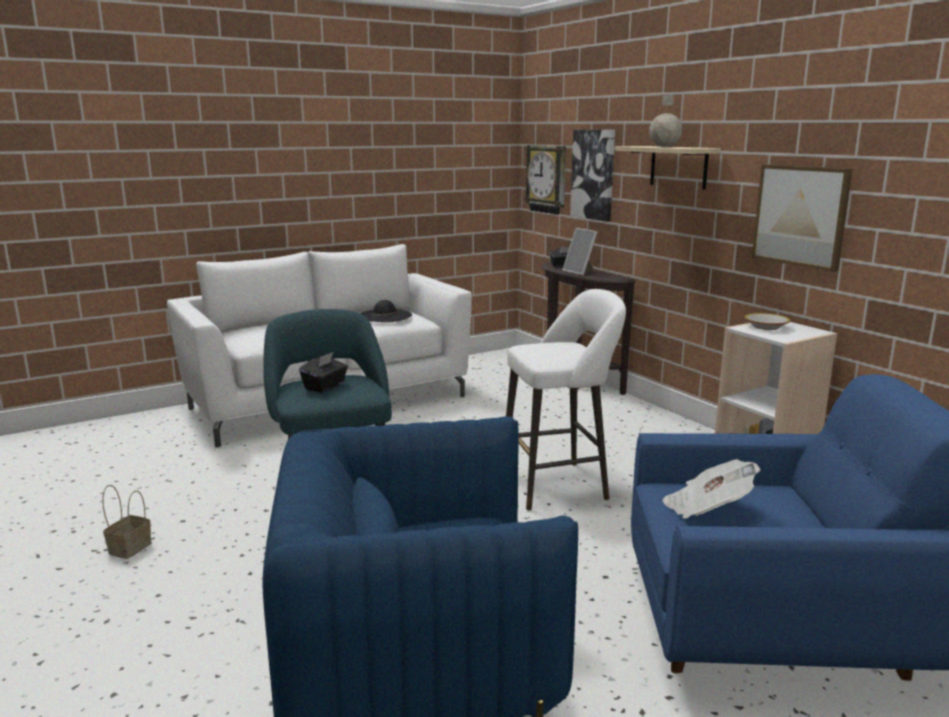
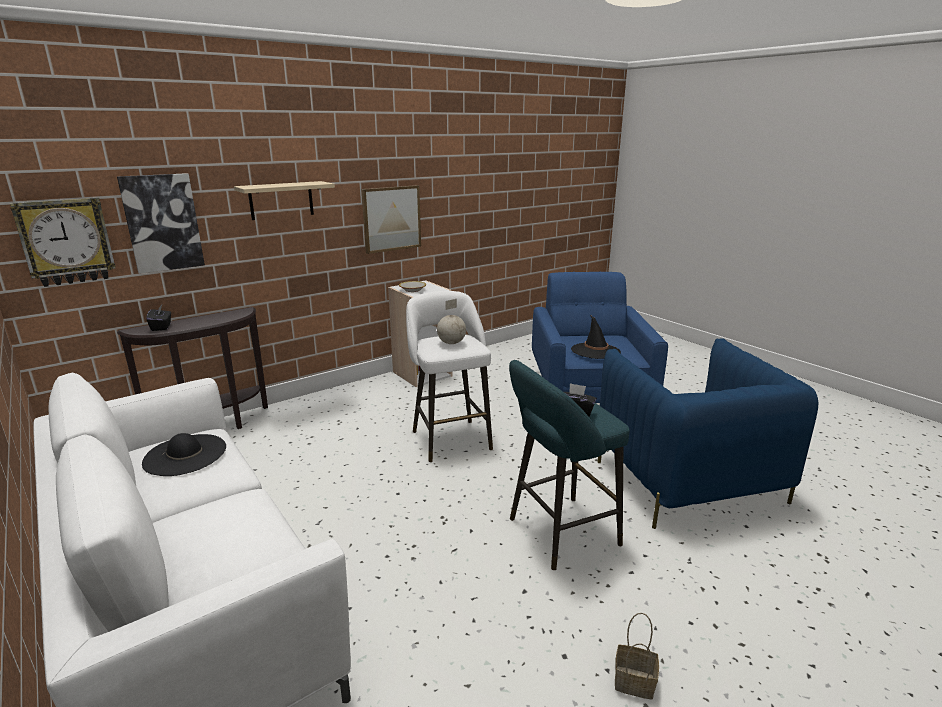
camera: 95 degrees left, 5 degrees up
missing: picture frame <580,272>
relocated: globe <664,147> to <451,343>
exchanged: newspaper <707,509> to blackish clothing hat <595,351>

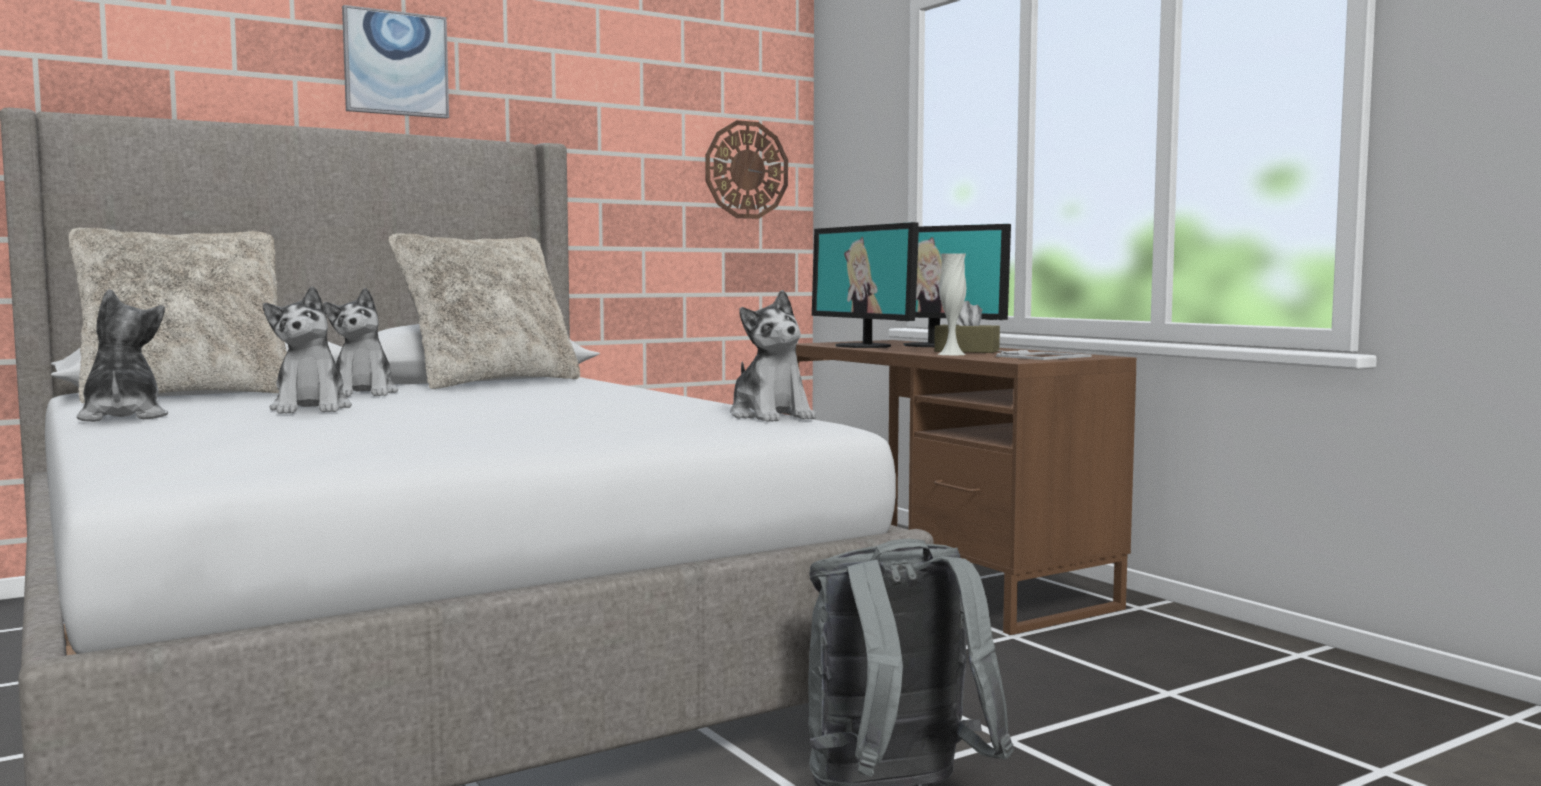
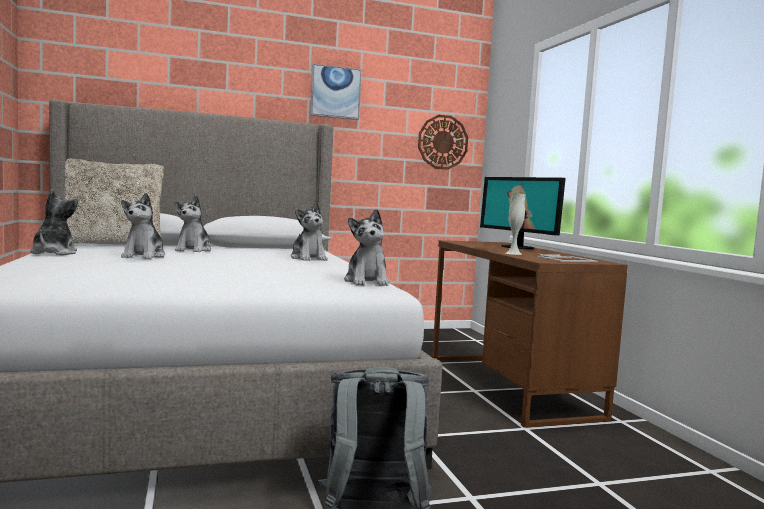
camera: 15 degrees right, 0 degrees up
missing: beige cushion <491,381>; monitor <864,346>; brown-coloured tissue holder <966,351>
appeared: cuddly toy <308,258>
relocated: wall art <396,63> to <335,92>

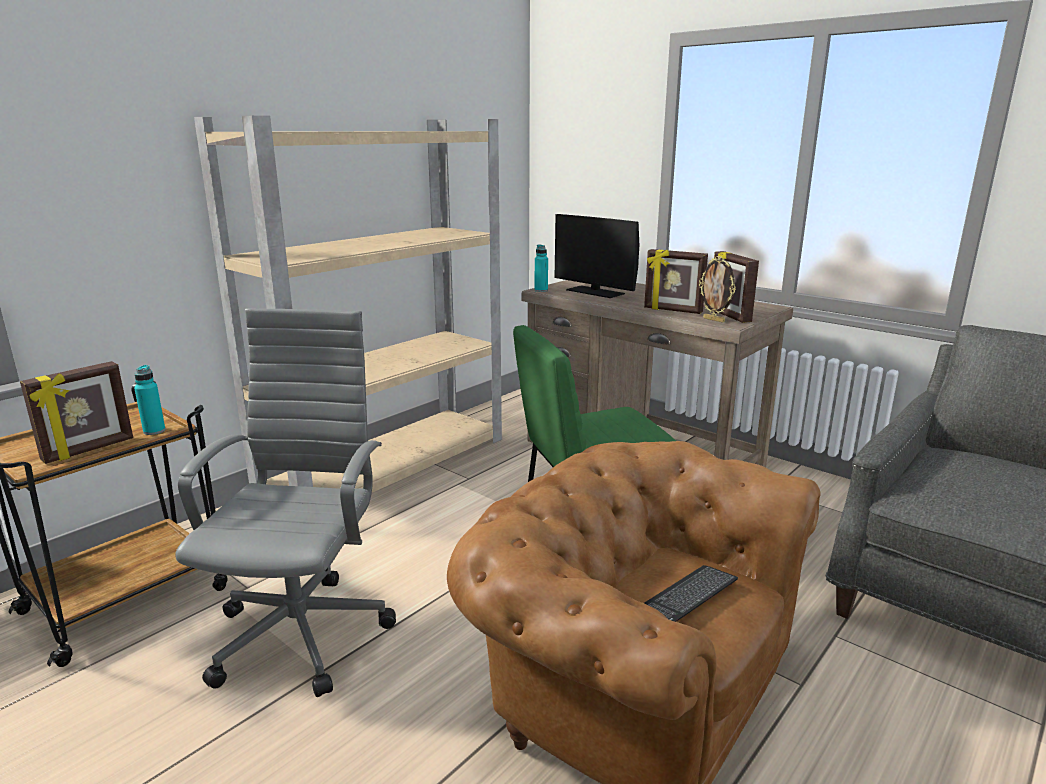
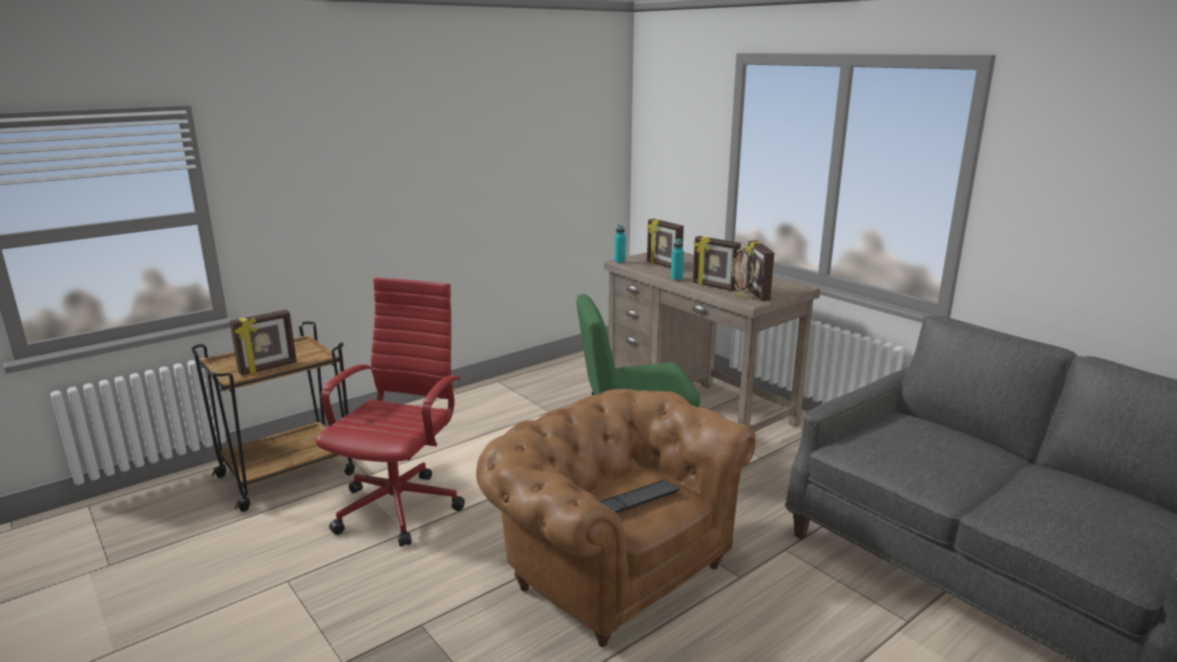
camera: 10 degrees right, 0 degrees up
missing: beige bookshelf <387,466>
relocated: turquoise-coloured drink bottle <154,431> to <676,279>
exchanged: monitor <595,292> to picture frame <663,265>
colour: grey desk chair <304,629> to reddish desk chair <401,505>

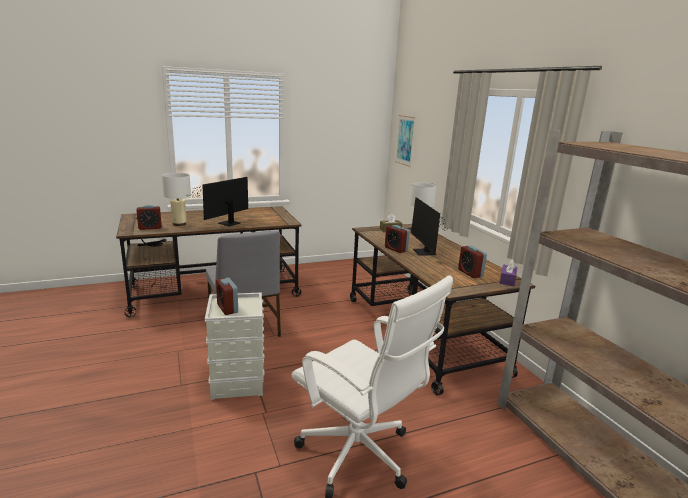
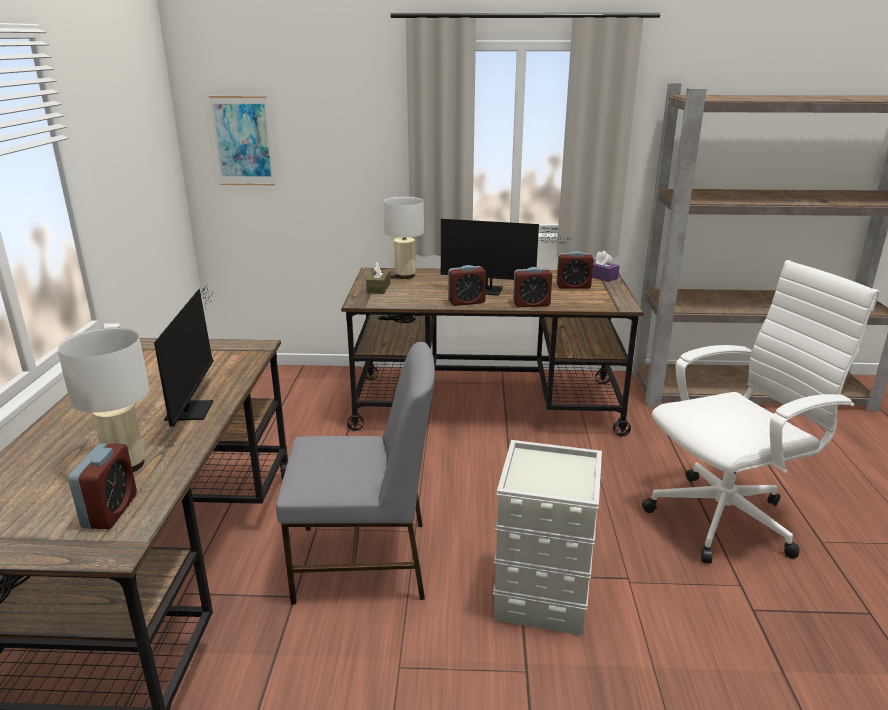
camera: 65 degrees left, 5 degrees up
relocated: alarm clock <227,308> to <531,304>
spun: monitor <226,223> = <193,407> 150 degrees counterclockwise

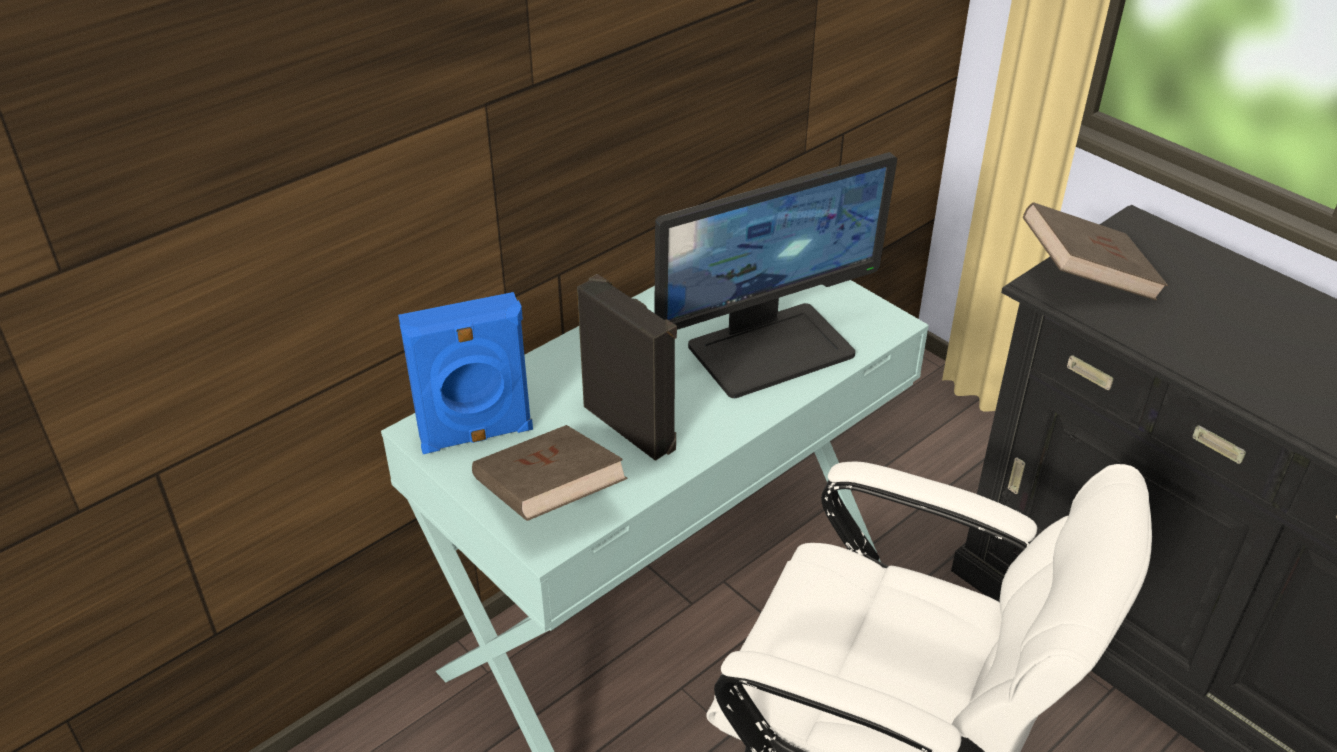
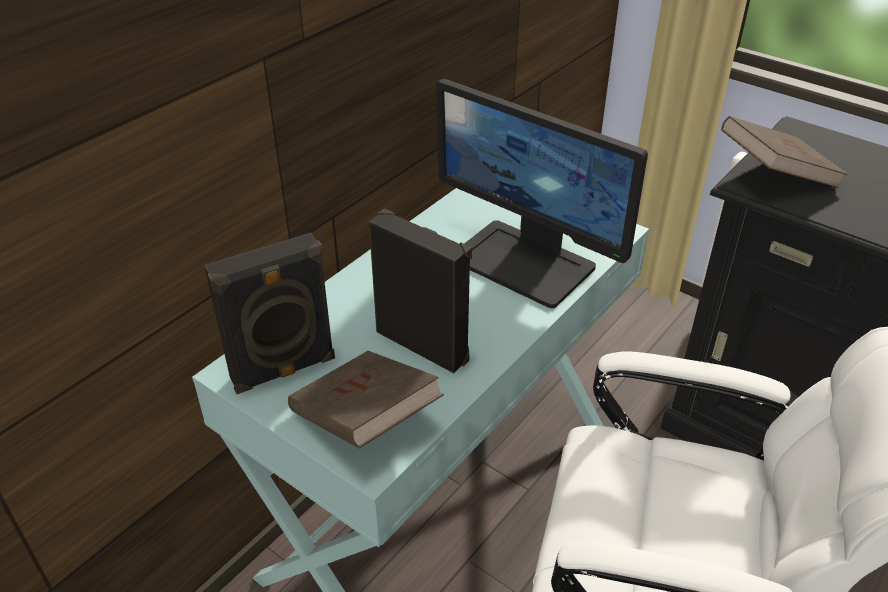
camera: 10 degrees left, 0 degrees up
colour: blue speaker <476,436> to blackish speaker <284,371>
spun: monitor <770,348> = <525,262> 75 degrees clockwise

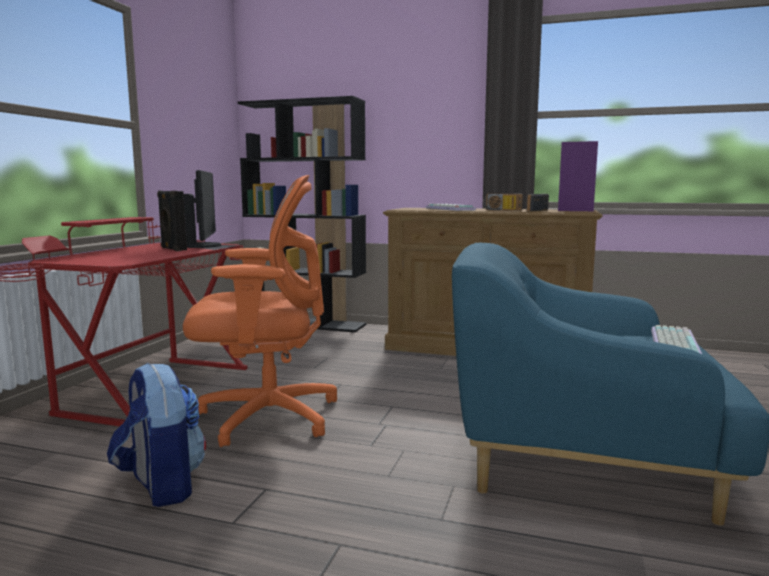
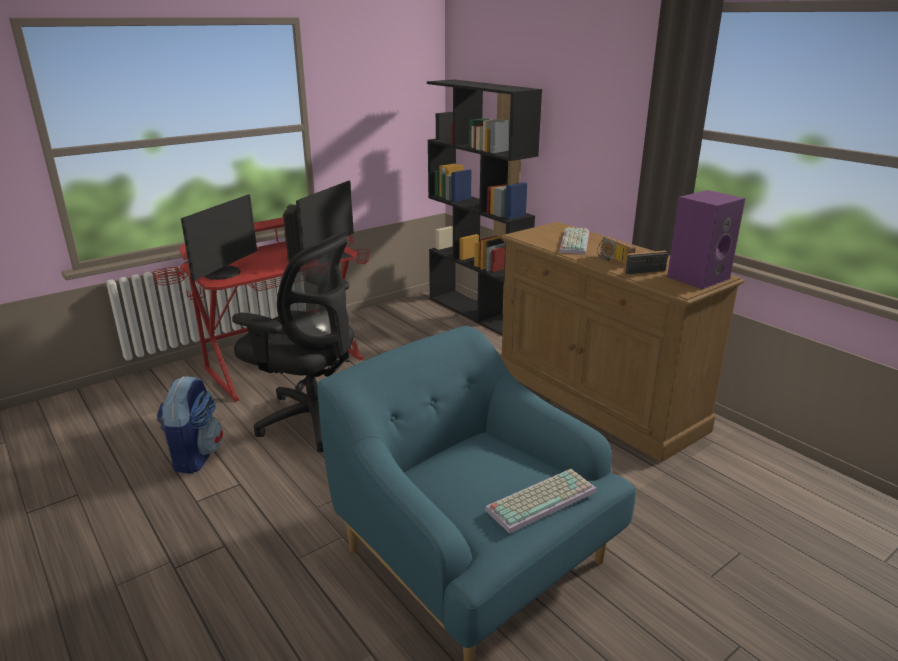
camera: 35 degrees right, 15 degrees up
appeared: monitor <224,273>
colour: orange desk chair <260,419> to blackish desk chair <308,419>

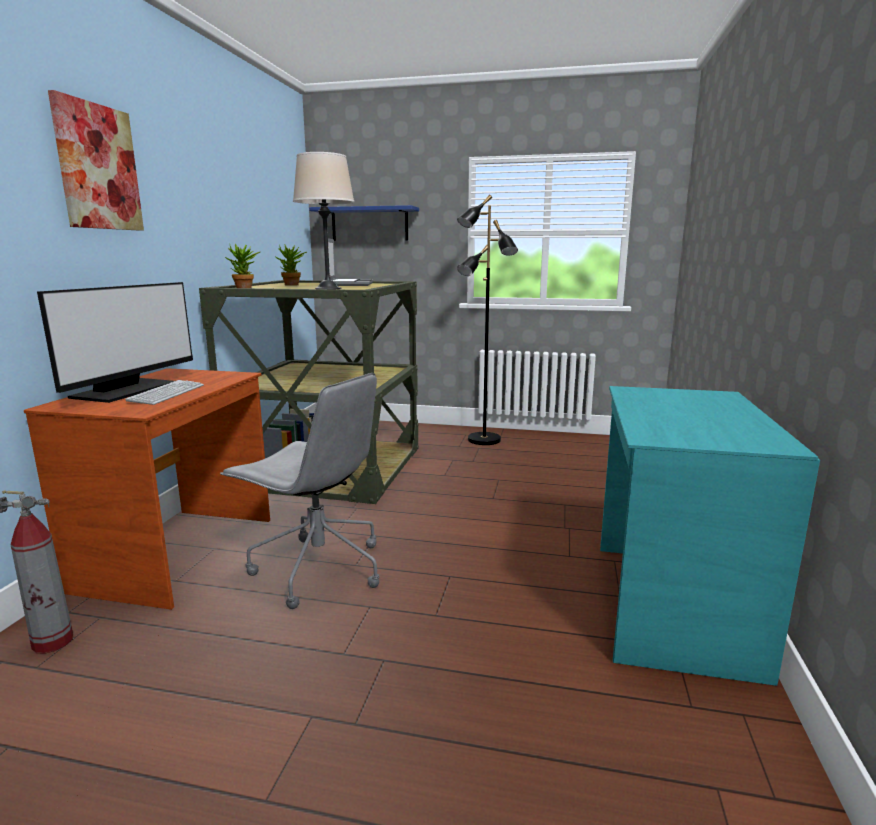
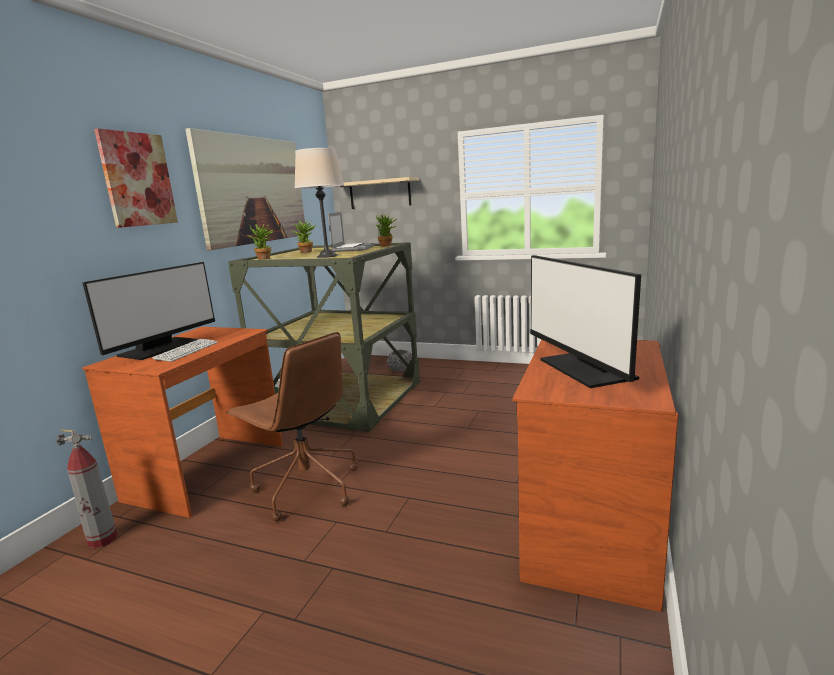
camera: 10 degrees right, 0 degrees up
missing: blackish floor lamp <483,440>
appeared: wall art <253,190>; plant in a pot <388,246>; grey flower pot <401,369>; monitor <584,369>
colour: grey desk chair <314,568> to brown-coloured desk chair <304,487>; blue wall shelf <369,224> to beige wall shelf <380,194>; turquoise-coloured desk unit <669,604> to brown-coloured desk unit <589,530>

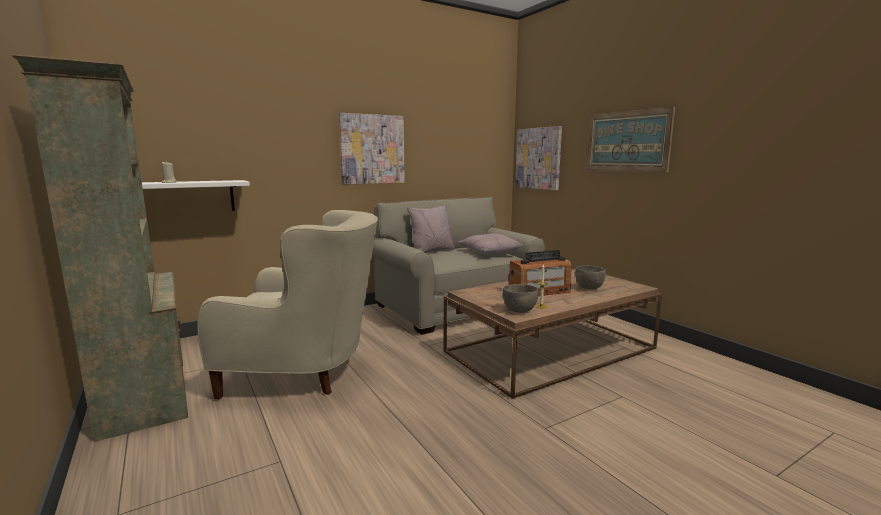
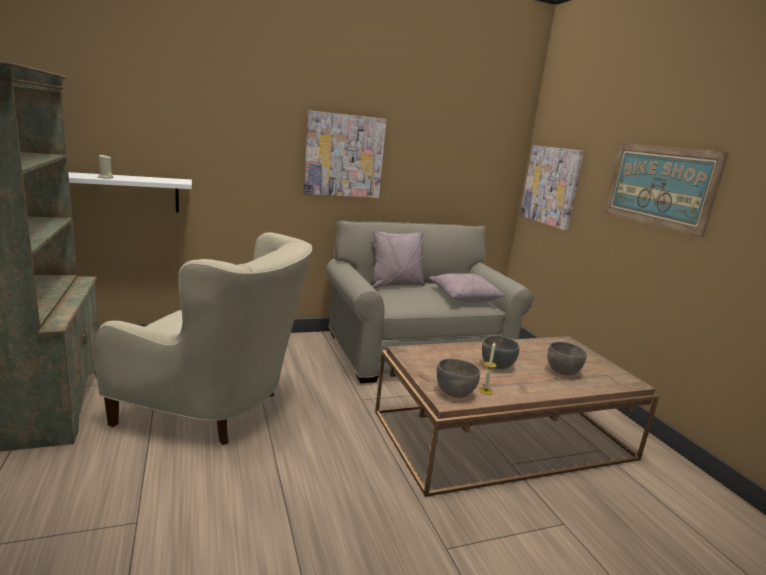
camera: 10 degrees right, 5 degrees up
exchanged: radio set <539,291> to grey serving bowl <497,366>

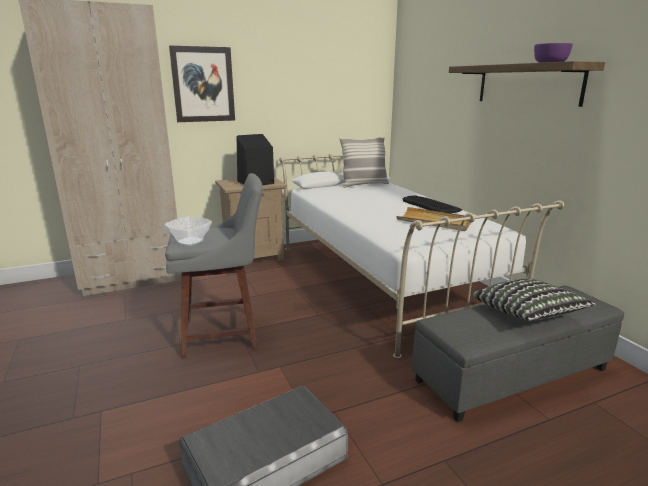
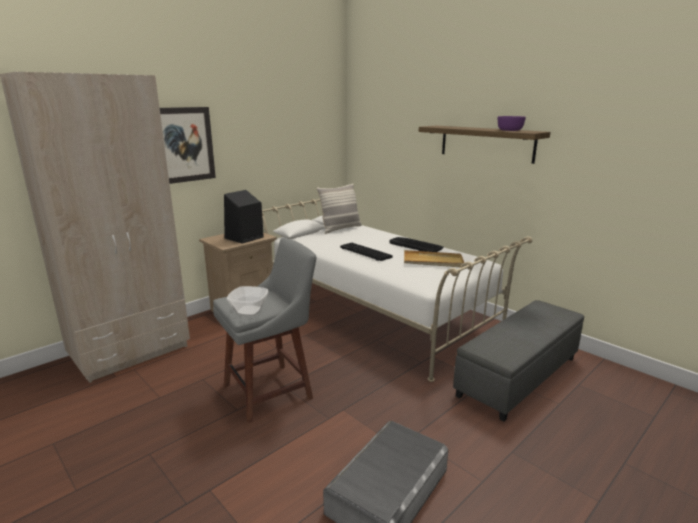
camera: 20 degrees left, 0 degrees up
missing: cushion <527,315>
appeared: computer keyboard <364,252>

